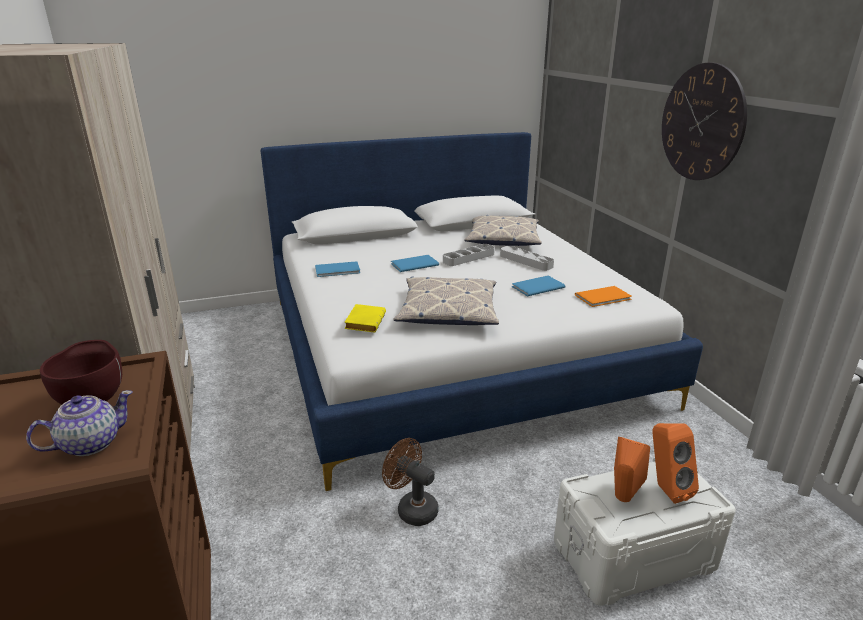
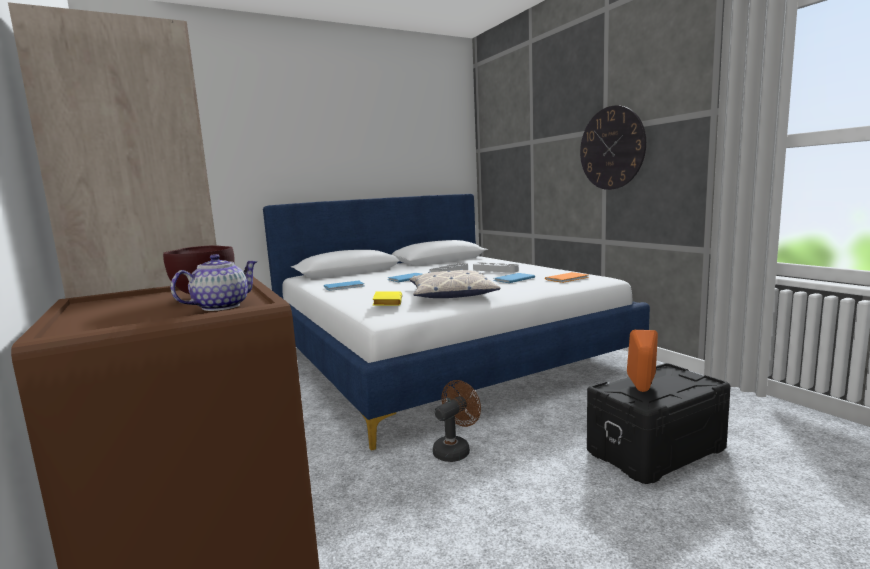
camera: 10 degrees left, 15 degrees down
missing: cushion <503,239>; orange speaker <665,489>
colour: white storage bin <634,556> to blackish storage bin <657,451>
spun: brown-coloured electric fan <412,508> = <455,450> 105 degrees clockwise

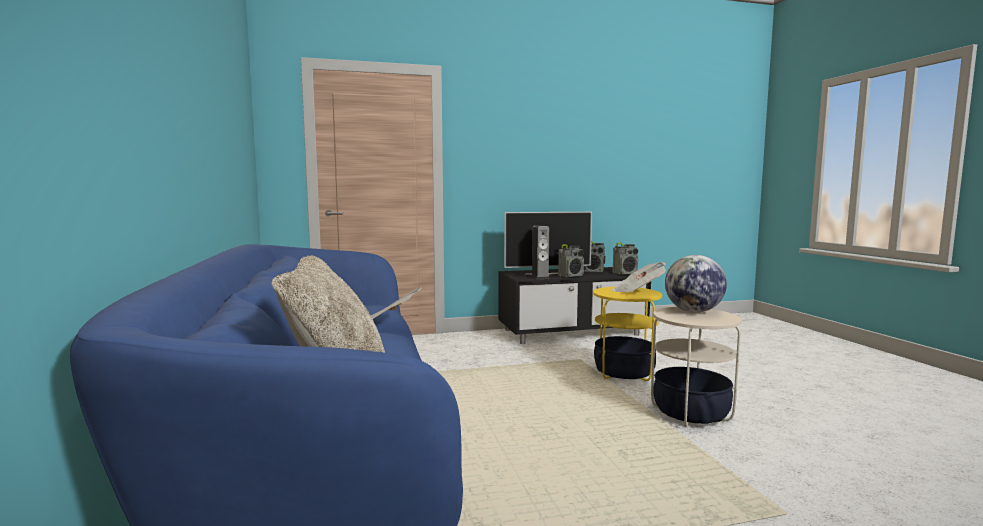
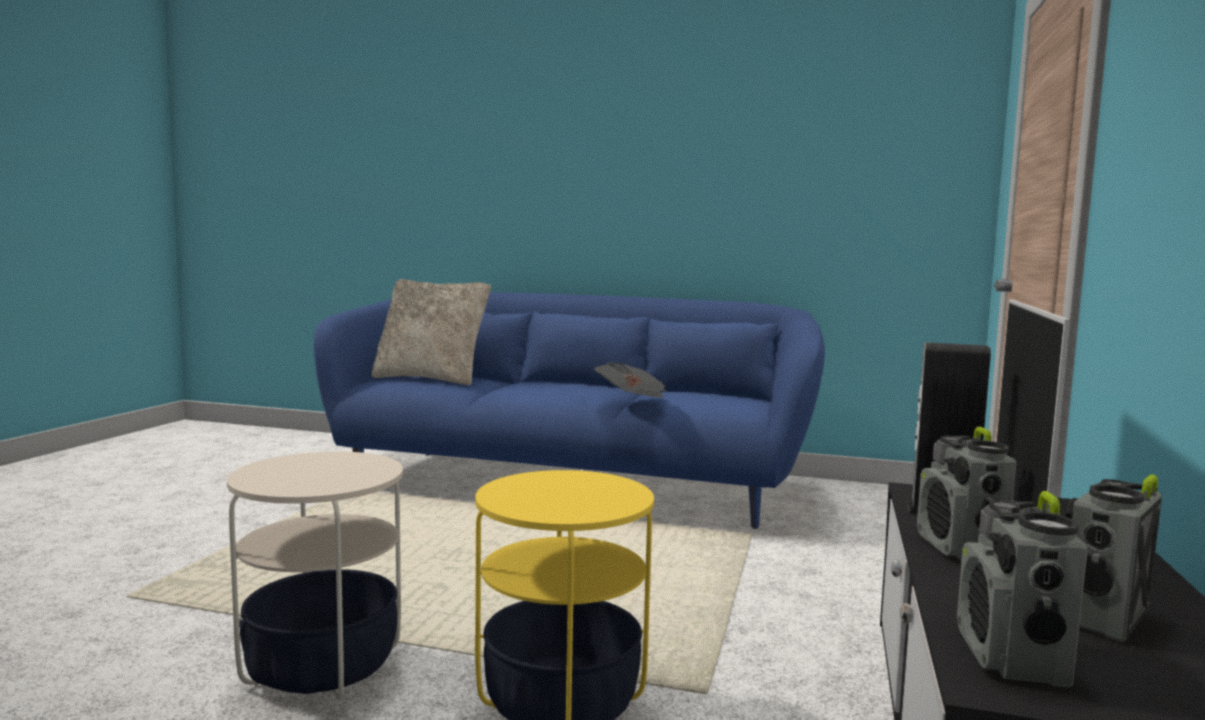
camera: 120 degrees right, 0 degrees up
missing: newspaper <638,291>; globe <693,311>

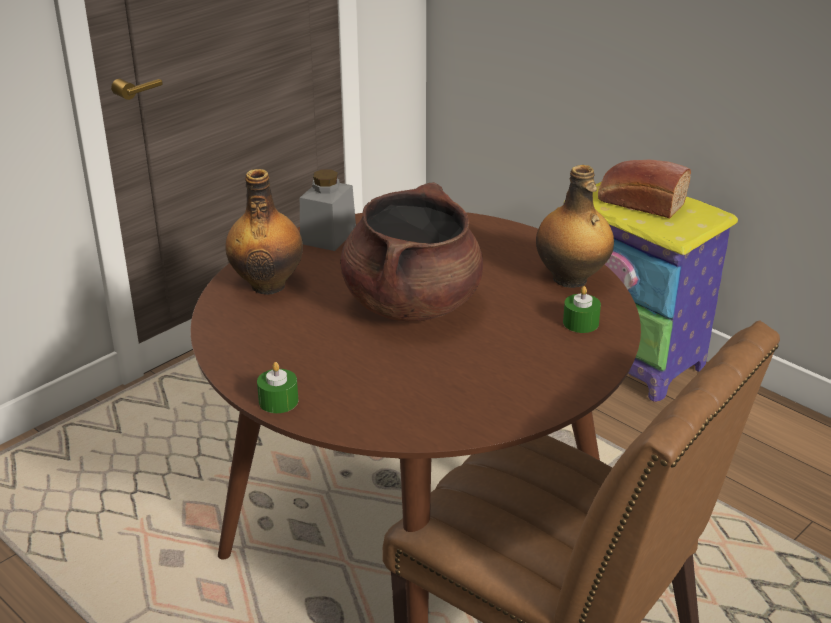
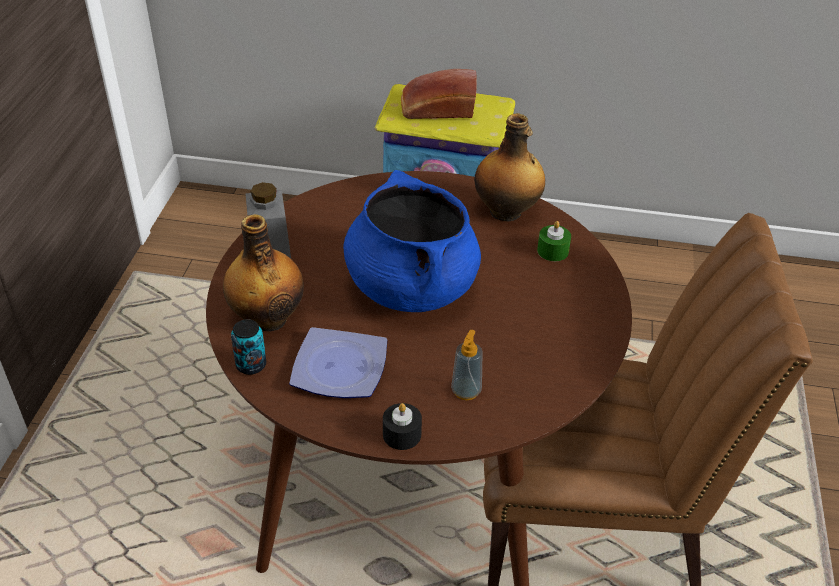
camera: 35 degrees left, 10 degrees up
appeared: metal can <251,365>; flat dish <338,367>; soap bottle <466,391>
colour: brown-coloured cooking pot <412,304> to blue cooking pot <411,286>; green wax candle <278,401> to blackish wax candle <402,434>

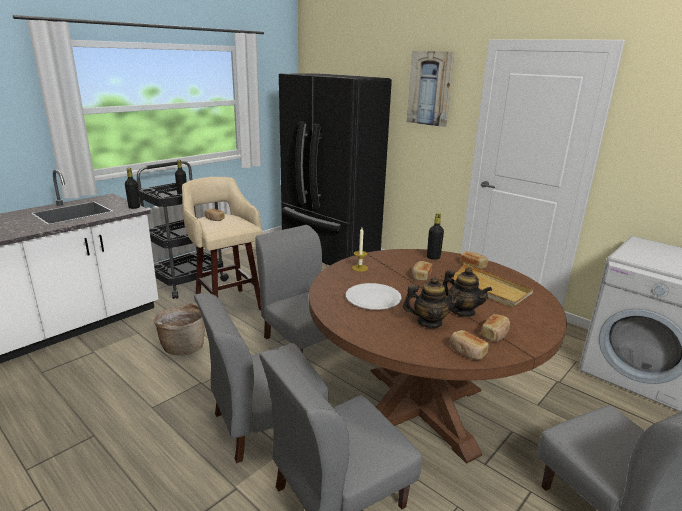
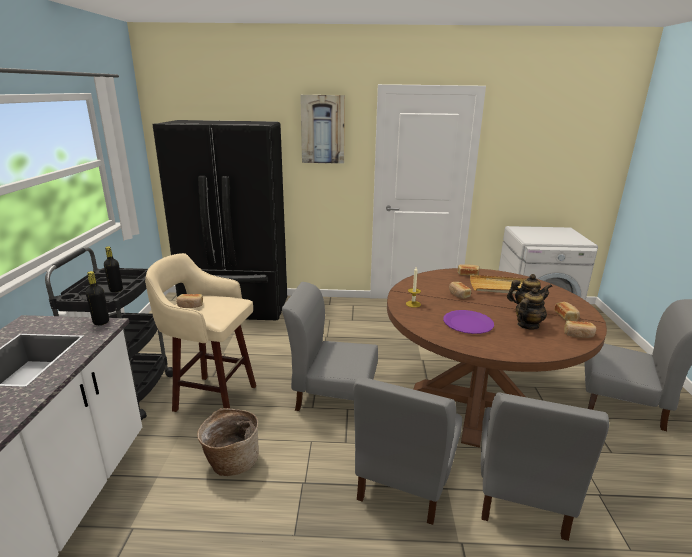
camera: 40 degrees left, 0 degrees up
missing: blackish drink bottle <433,257>
colour: white flat dish <373,298> to purple flat dish <468,323>

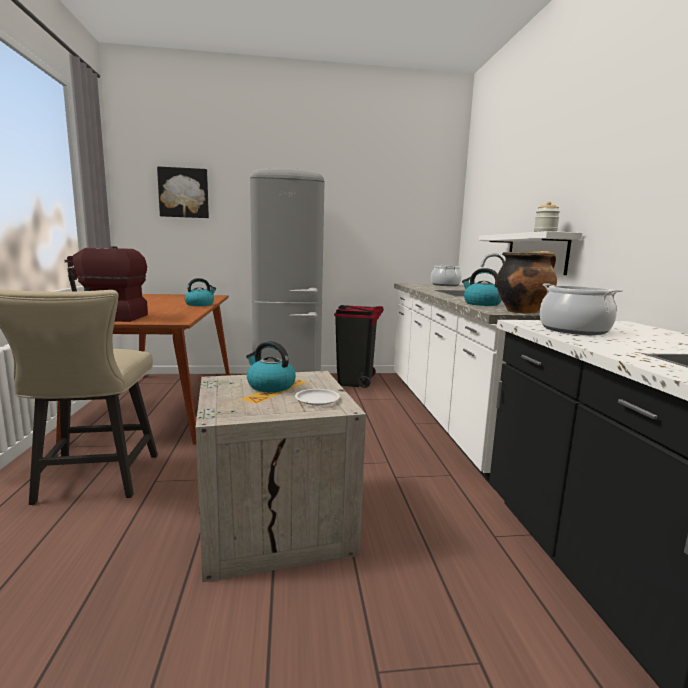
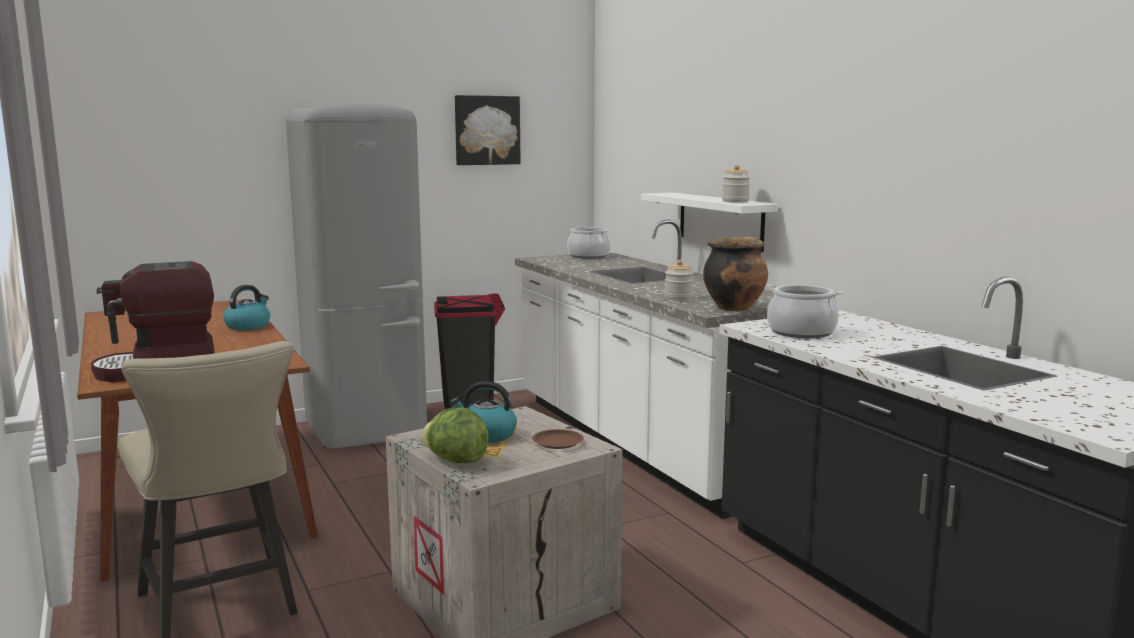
camera: 20 degrees left, 0 degrees up
appeared: head of lettuce <455,461>
relocated: wall art <184,193> to <486,130>
exchanged: water kettle <481,304> to storage jar <678,298>
colour: white flat dish <317,400> to brown-coloured flat dish <558,442>

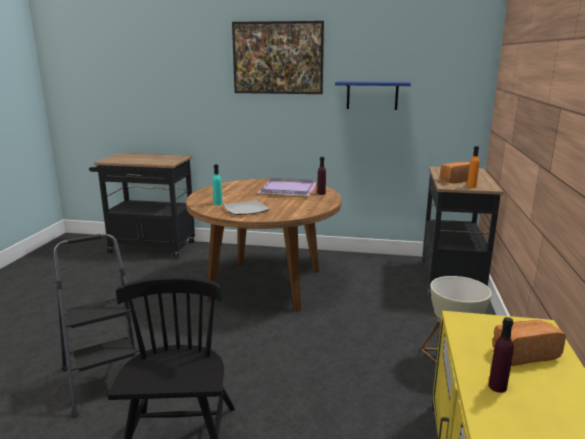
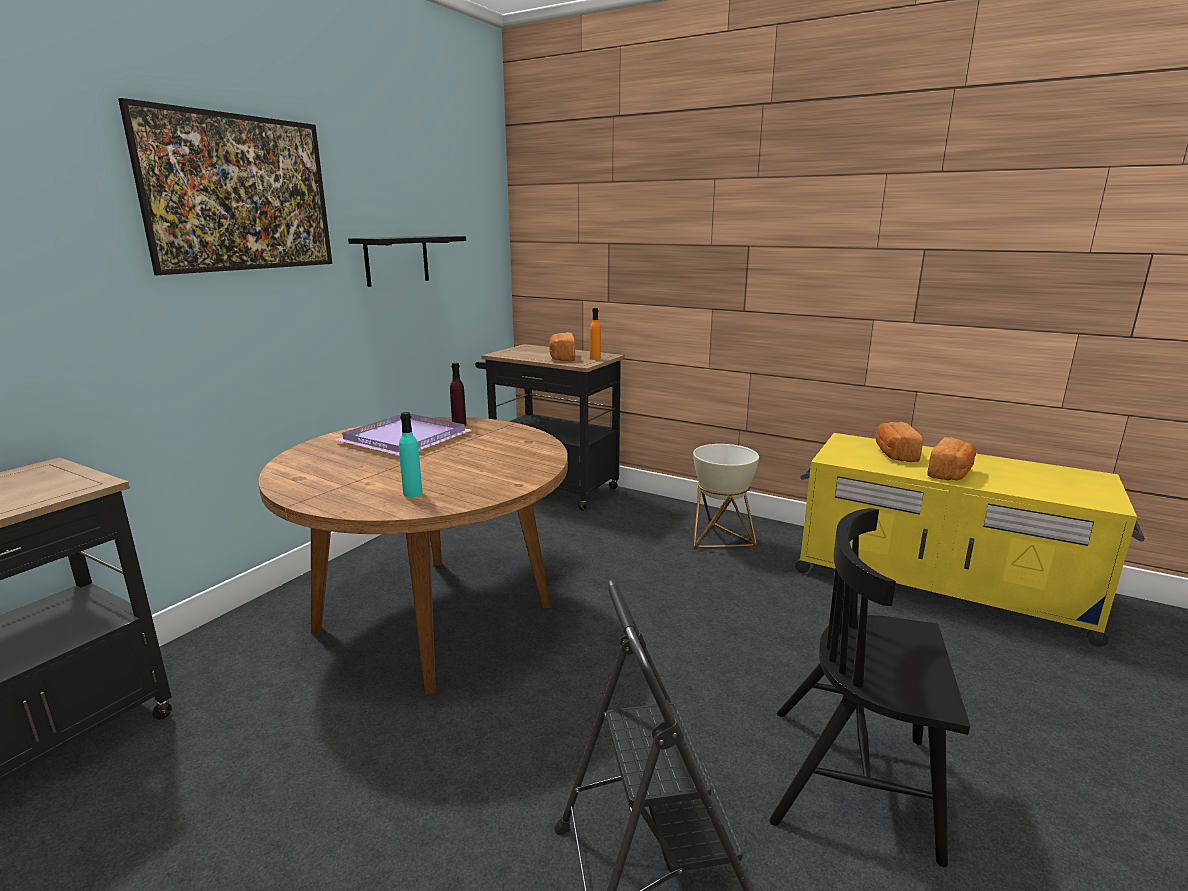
camera: 70 degrees left, 0 degrees up
missing: flat dish <246,210>
exchanged: purple drink bottle <497,387> to bread <950,473>
colour: blue wall shelf <372,95> to blackish wall shelf <397,260>

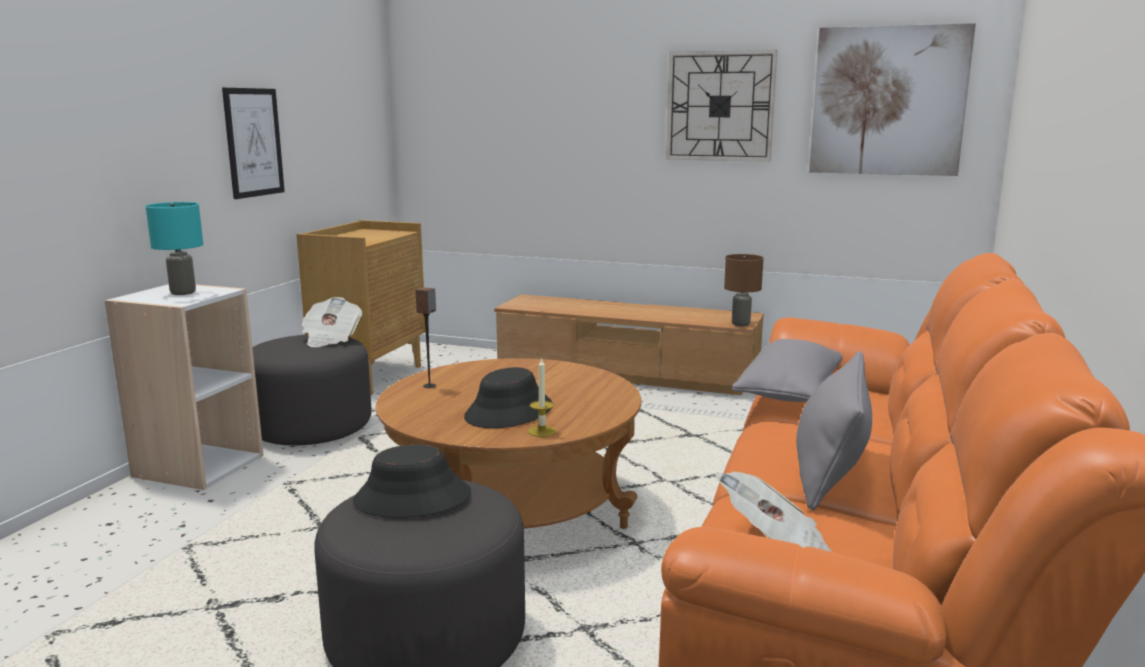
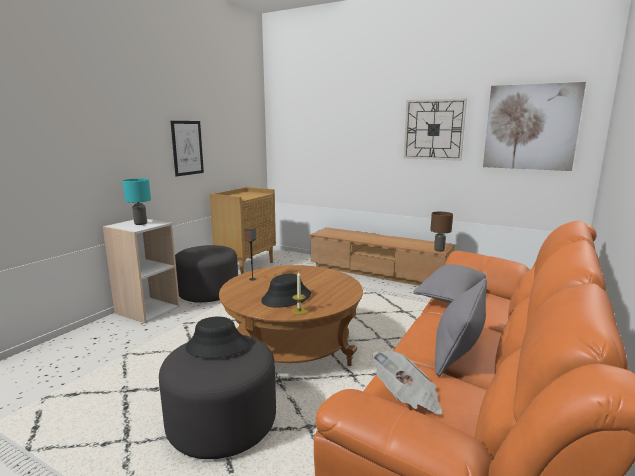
camera: 10 degrees right, 0 degrees up
missing: newspaper <331,339>

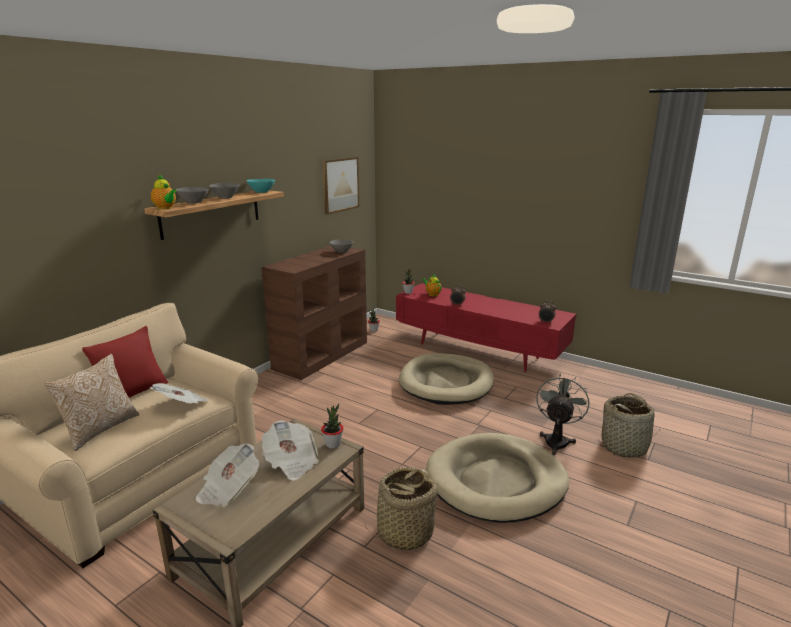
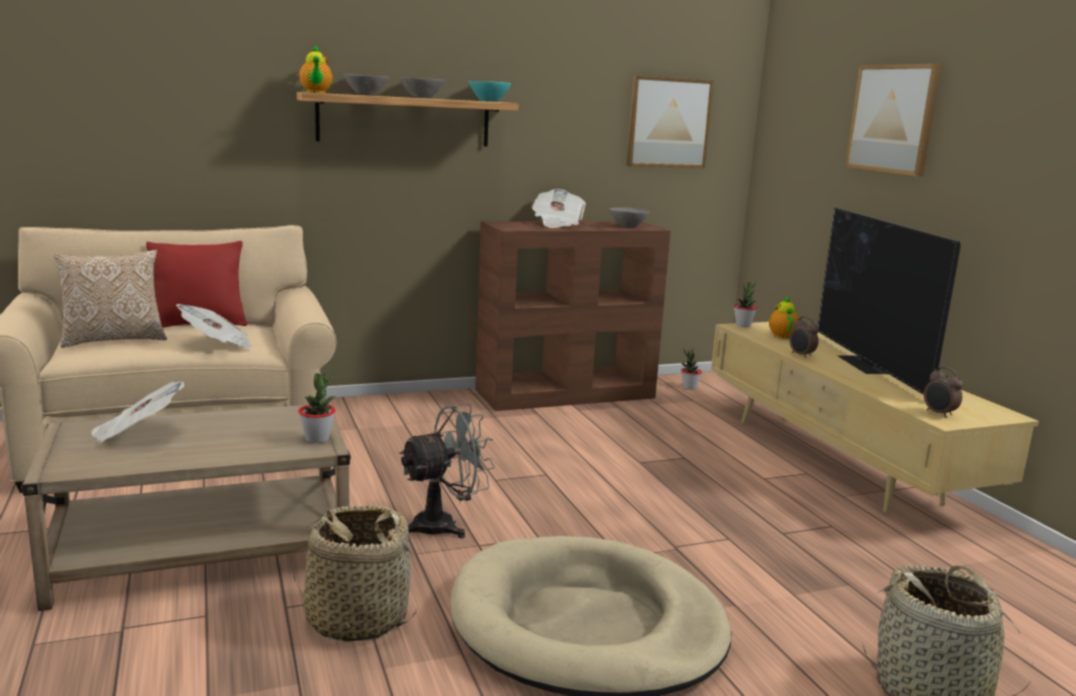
camera: 35 degrees right, 5 degrees down
missing: beige pet bed <446,382>
appeared: TV set <867,364>; wall art <893,119>
relocated: grey electric fan <557,440> to <444,525>; newspaper <291,462> to <557,224>
colour: reddish tv stand <479,350> to beige tv stand <839,459>

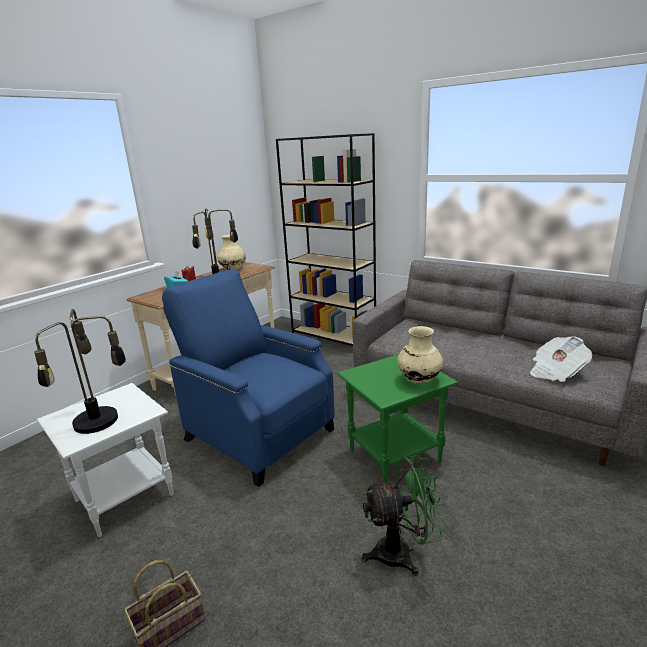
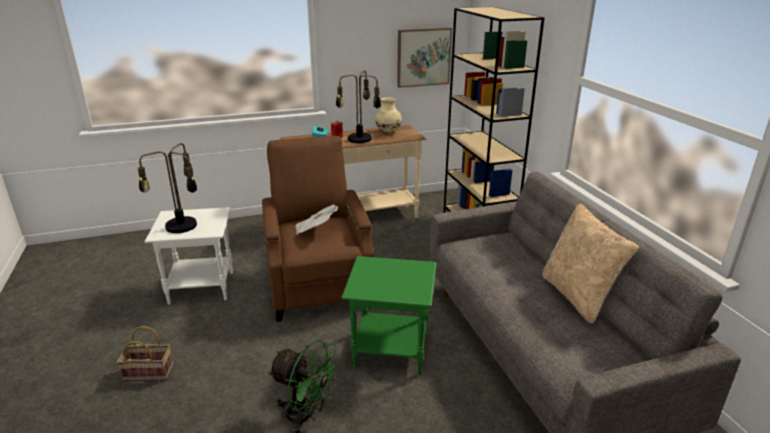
camera: 35 degrees right, 5 degrees up
missing: beige vase <419,380>
appeared: wall art <423,57>; beige cushion <576,299>
relocated: newspaper <556,371> to <315,230>
colour: blue lounge chair <256,432> to brown-coloured lounge chair <319,283>

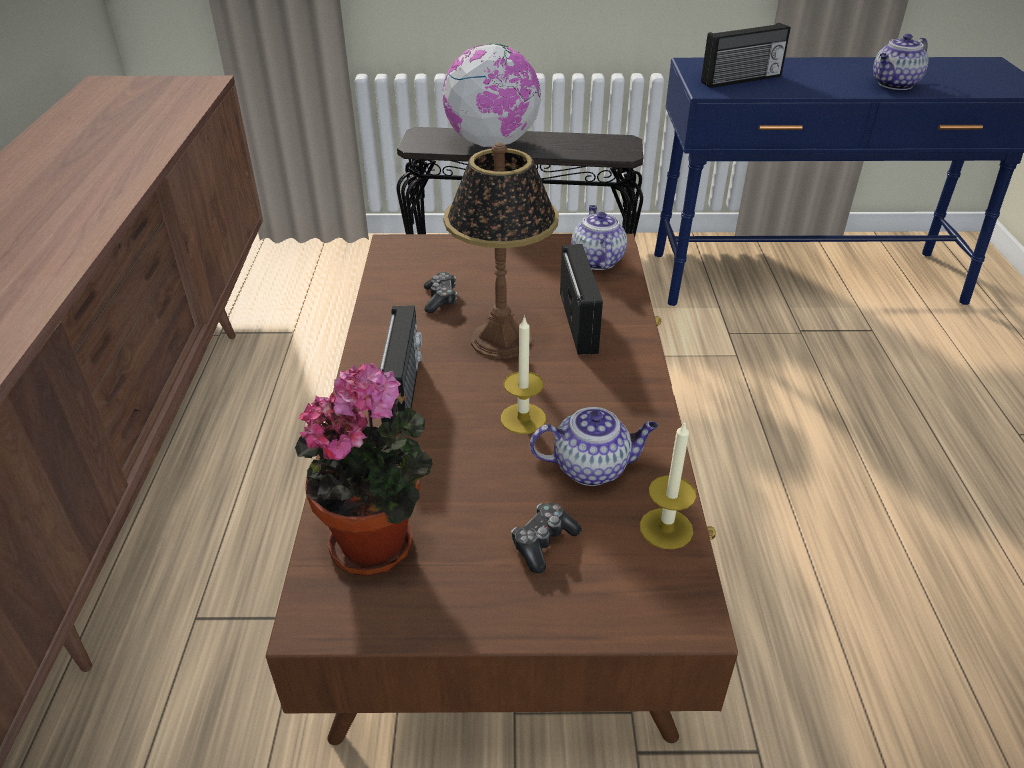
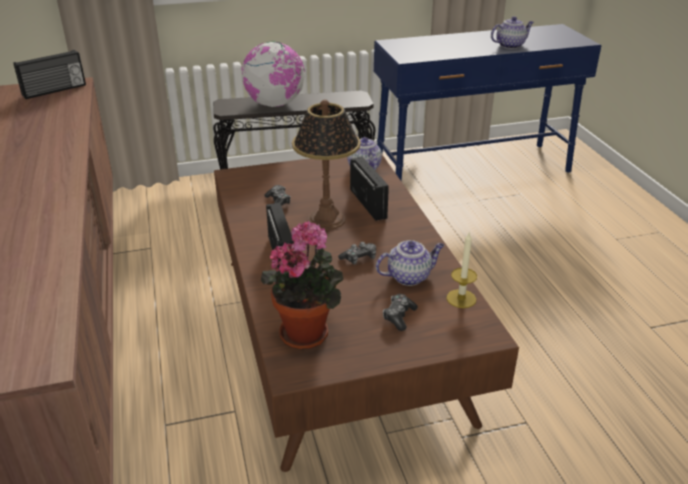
camera: 15 degrees left, 5 degrees down
relocated: radio set <742,80> to <54,90>
exchanged: wax candle <523,418> to gamepad <359,258>
spun: pot for tea <894,85> = <510,45> 150 degrees counterclockwise

